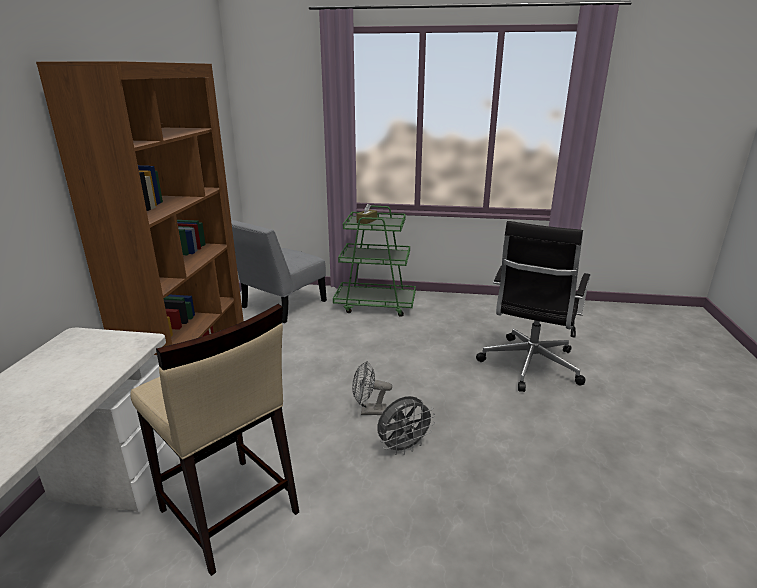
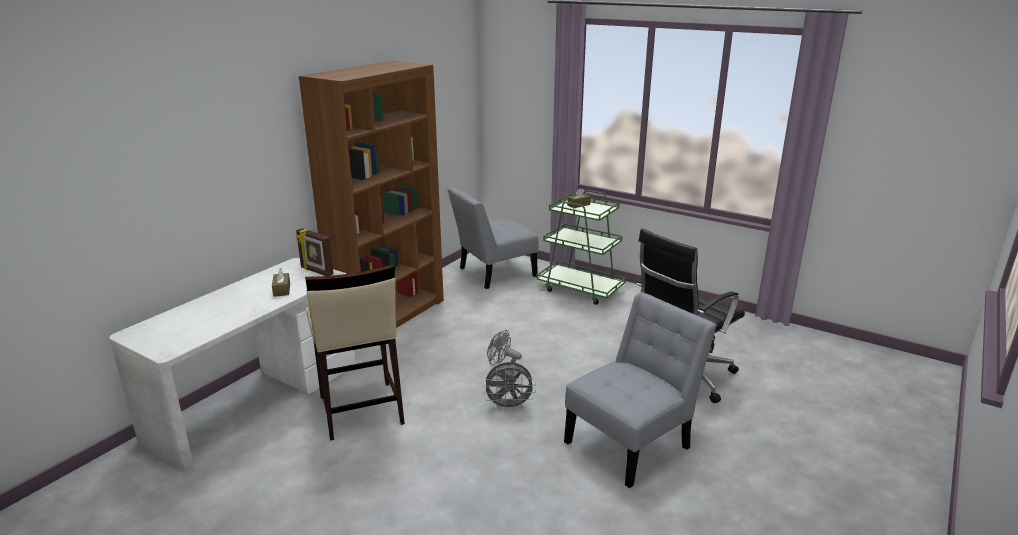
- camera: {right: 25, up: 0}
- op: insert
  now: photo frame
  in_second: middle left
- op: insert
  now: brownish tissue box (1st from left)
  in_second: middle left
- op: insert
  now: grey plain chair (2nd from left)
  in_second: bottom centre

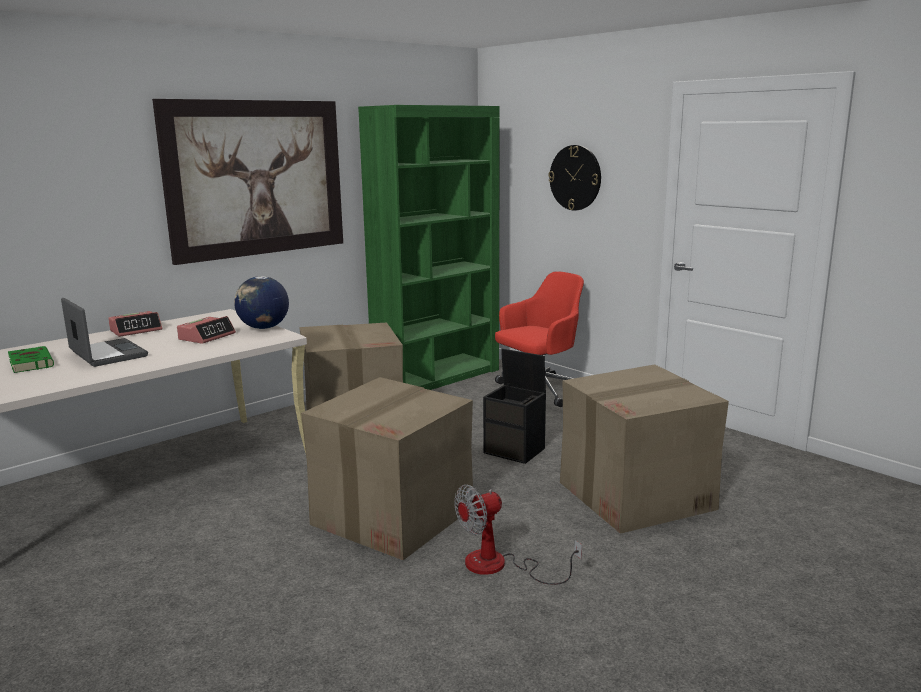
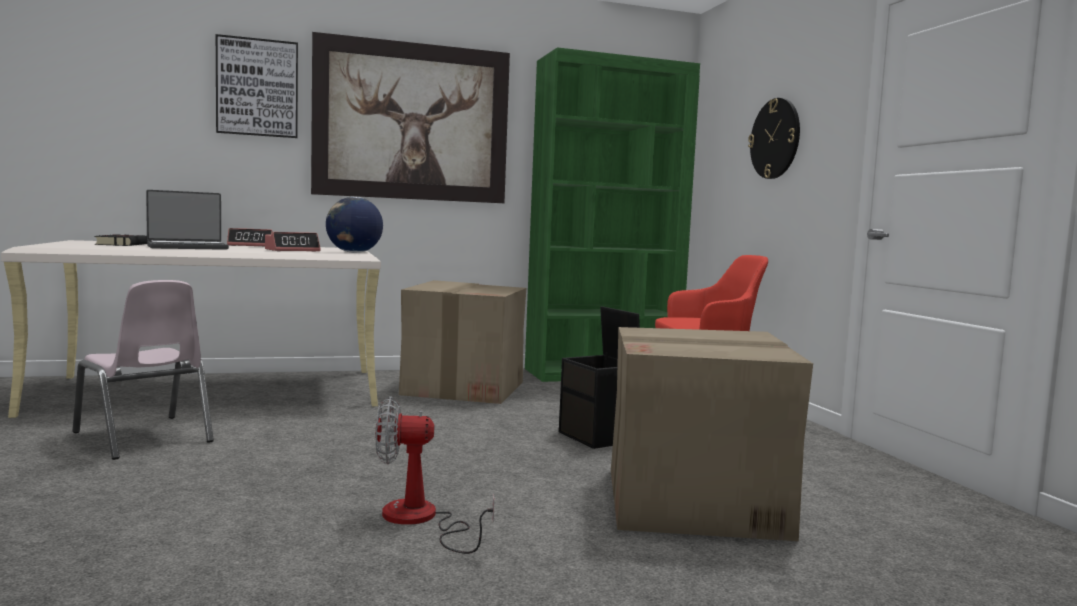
- camera: {right: 25, up: -10}
- op: rotate
  was: laptop
  in_first: middle left
  in_second: middle left
  clockwise: 75
- op: recolor
  was: green volume
  now: black-coloured volume
  in_first: middle left
  in_second: middle left
- op: delete
  was: cardboard box (2nd from left)
  in_first: bottom centre
- op: insert
  now: wall art (1st from left)
  in_second: top left
- op: insert
  now: pinkish plain chair
  in_second: middle left

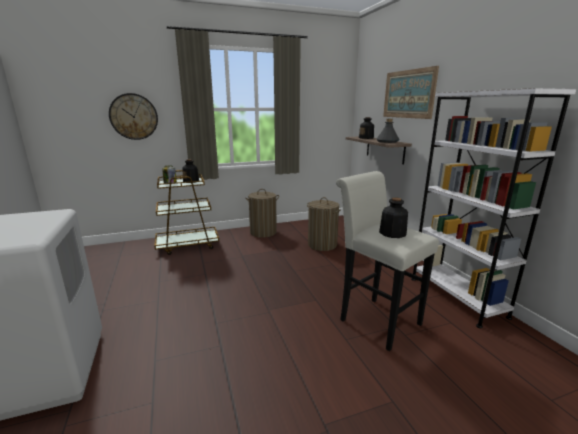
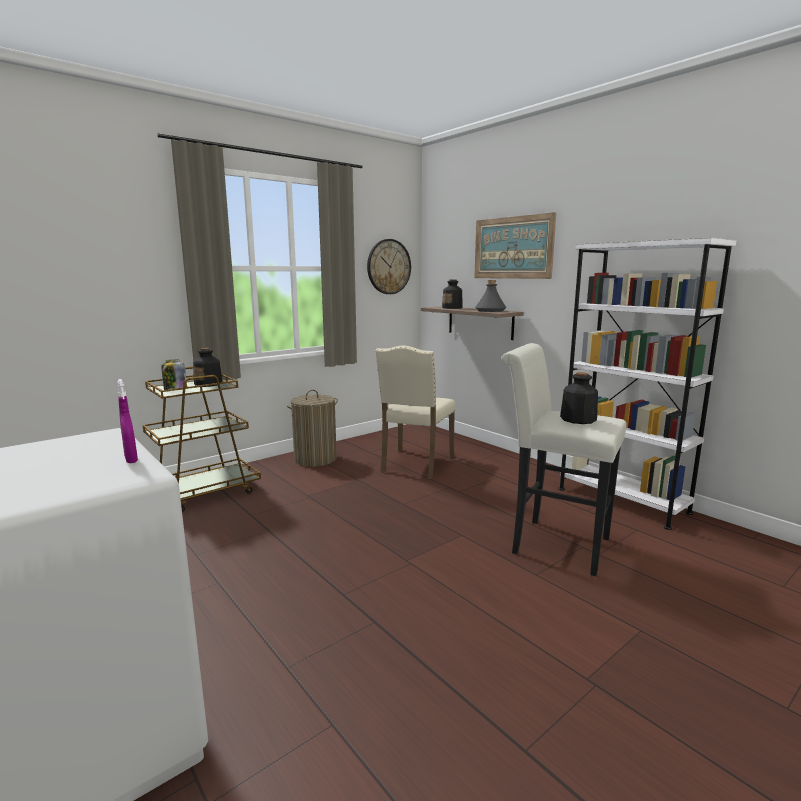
- camera: {right: -20, up: -5}
- op: move
  was: clock on the wall
  in_first: top left
  in_second: top centre
- op: replace
  was: laundry basket (2nd from left)
  now: beige-coloured plain chair
  in_first: centre
  in_second: centre
- op: insert
  now: purplish hand sprayer
  in_second: middle left

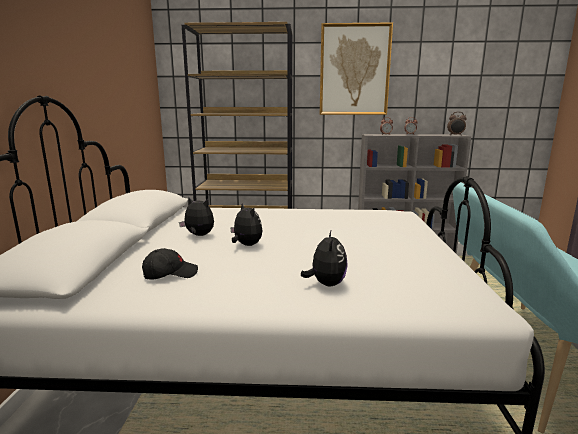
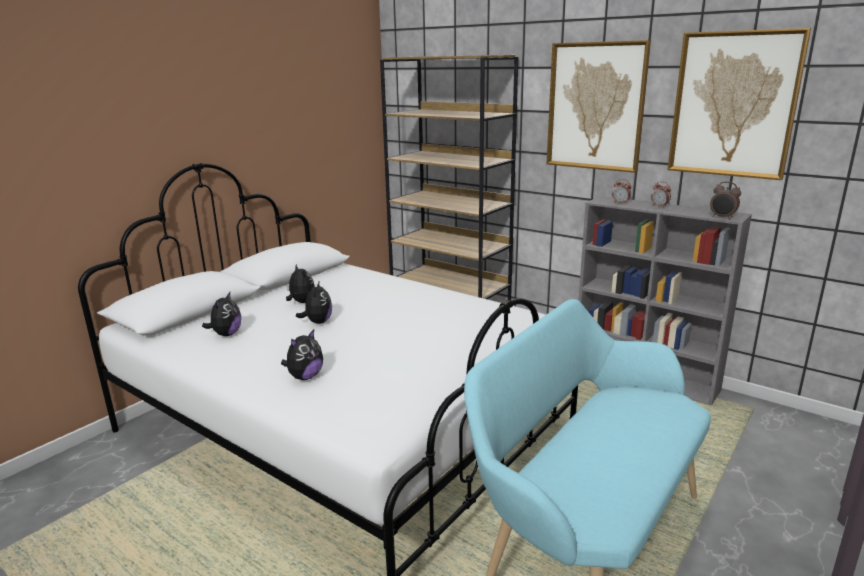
- camera: {right: 35, up: 5}
- op: replace
  was: black-coloured baseball cap
  now: plush toy (1st from left)
  in_first: middle left
  in_second: middle left
- op: insert
  now: wall art (2nd from left)
  in_second: top right

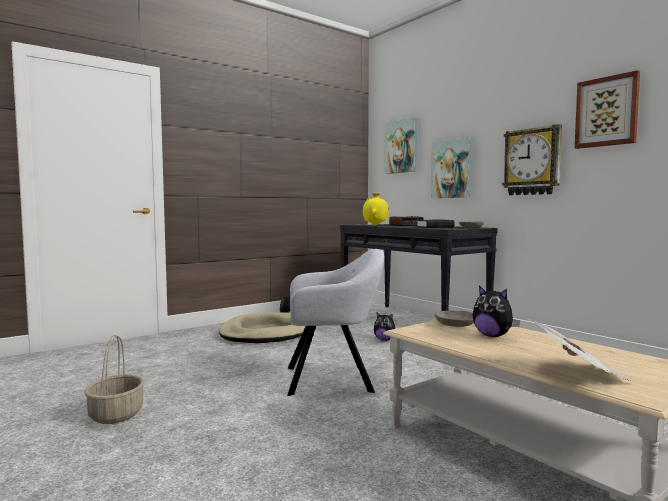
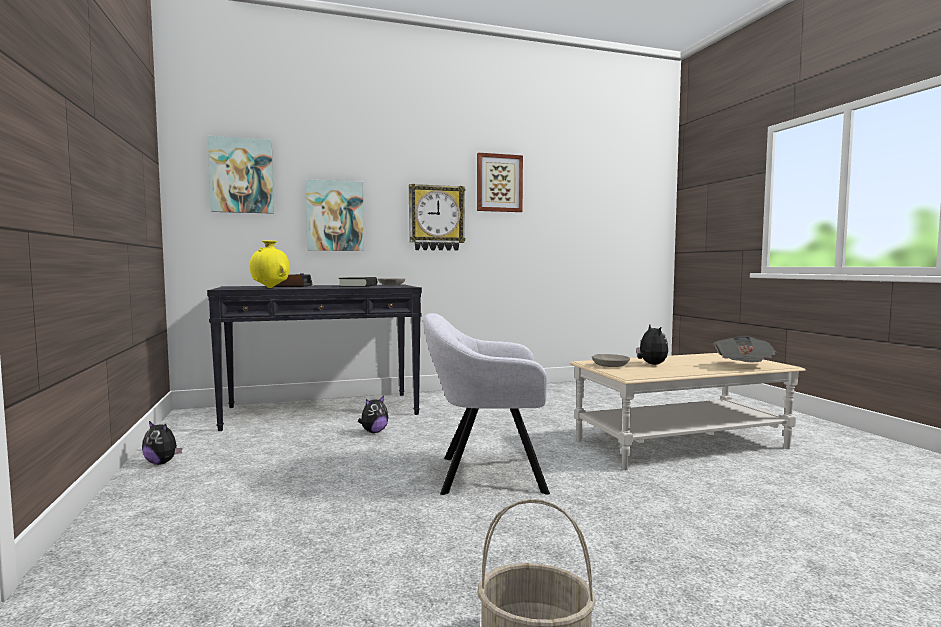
- camera: {right: -70, up: 0}
- op: rotate
  was: grey easy chair
  in_first: centre
  in_second: centre
  clockwise: -105
- op: rotate
  was: plush toy (3rd from left)
  in_first: middle right
  in_second: middle right
  clockwise: -75
- op: delete
  was: beige-coloured dog bed
  in_first: centre

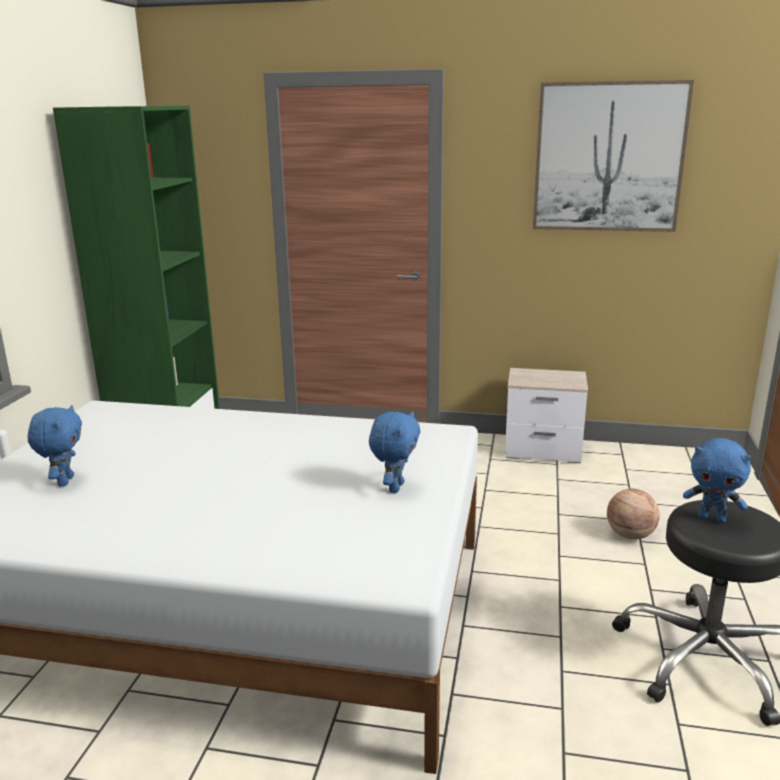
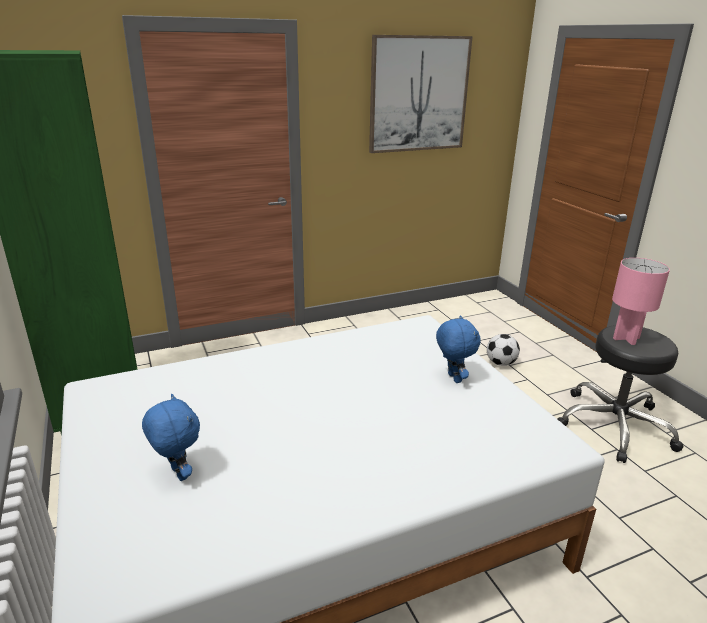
- camera: {right: -35, up: 5}
- op: delete
  was: night table
  in_first: middle right
- op: replace
  was: blue-coloured plush toy (3rd from left)
  now: pinkish lamp for a table
  in_first: middle right
  in_second: middle right
- op: replace
  was: basketball ball
  now: football ball
  in_first: middle right
  in_second: middle right

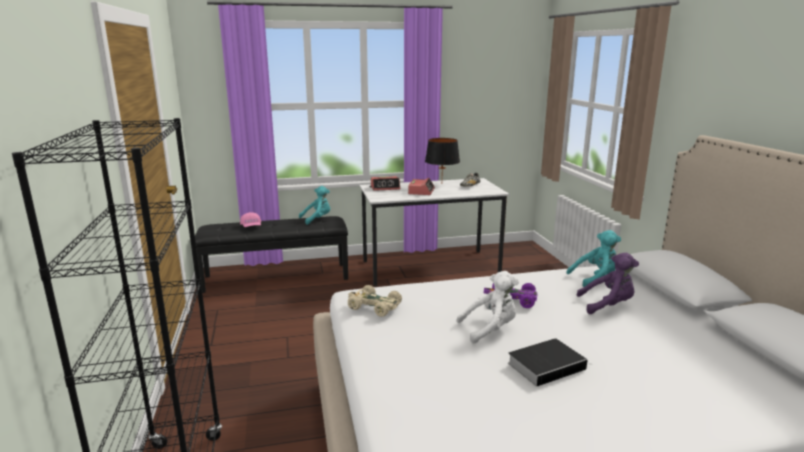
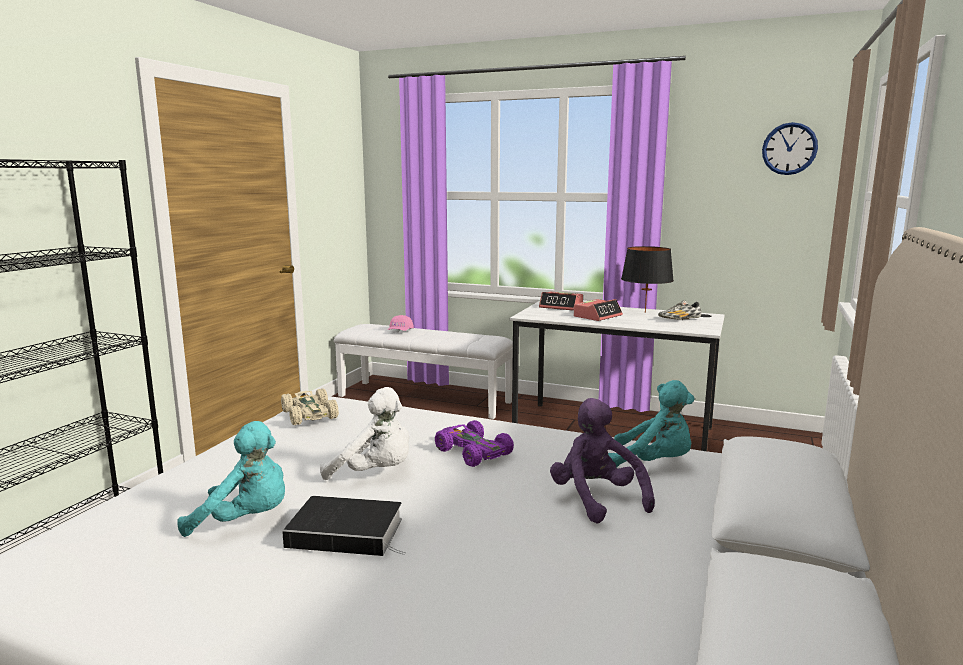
- camera: {right: 35, up: -5}
- op: move
  was: blue-green plush toy (1st from left)
  in_first: centre
  in_second: bottom left
- op: recolor
  was: black-coloured indoor bench
  now: white-coloured indoor bench
  in_first: centre
  in_second: centre
- op: rotate
  was: purplish plush toy
  in_first: middle right
  in_second: bottom centre
  clockwise: -150
- op: insert
  now: clock on the wall
  in_second: top right

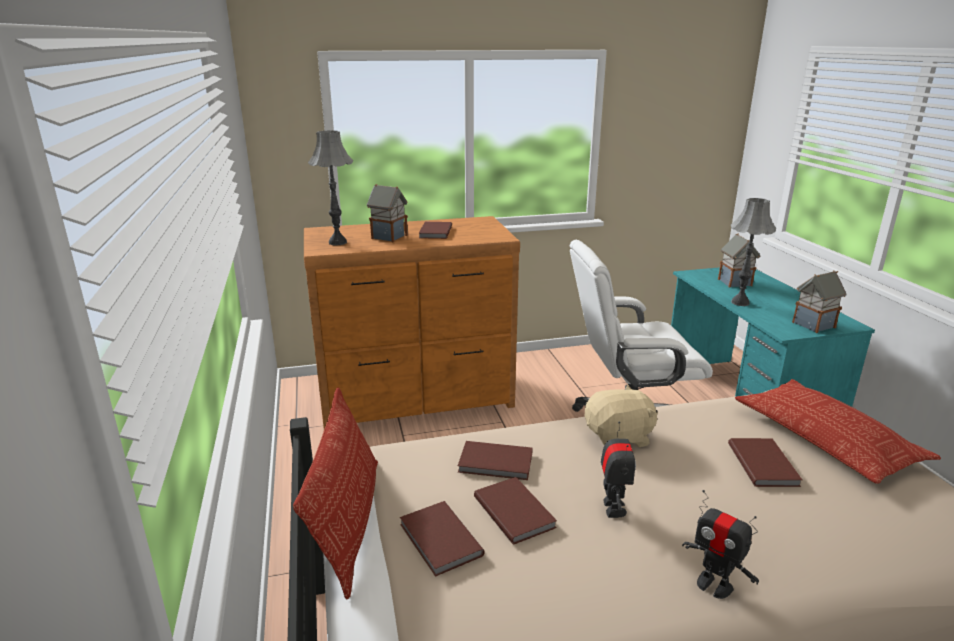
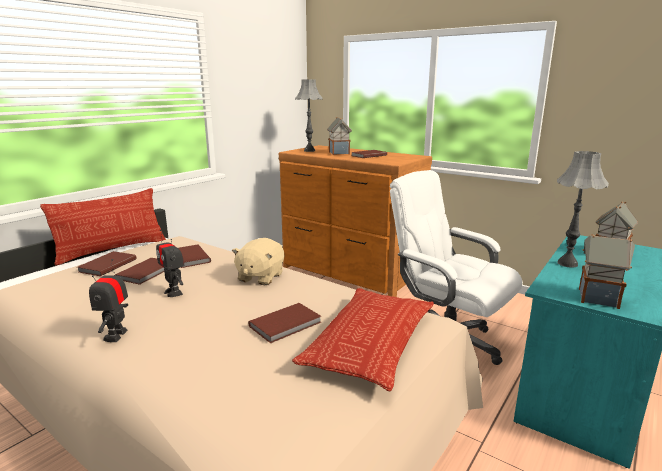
- camera: {right: 50, up: -5}
- op: rotate
  was: beige-coloured plush toy
  in_first: centre
  in_second: centre
  clockwise: 75
- op: rotate
  was: toy robot (1st from left in the first image)
  in_first: bottom centre
  in_second: middle left
  clockwise: 90

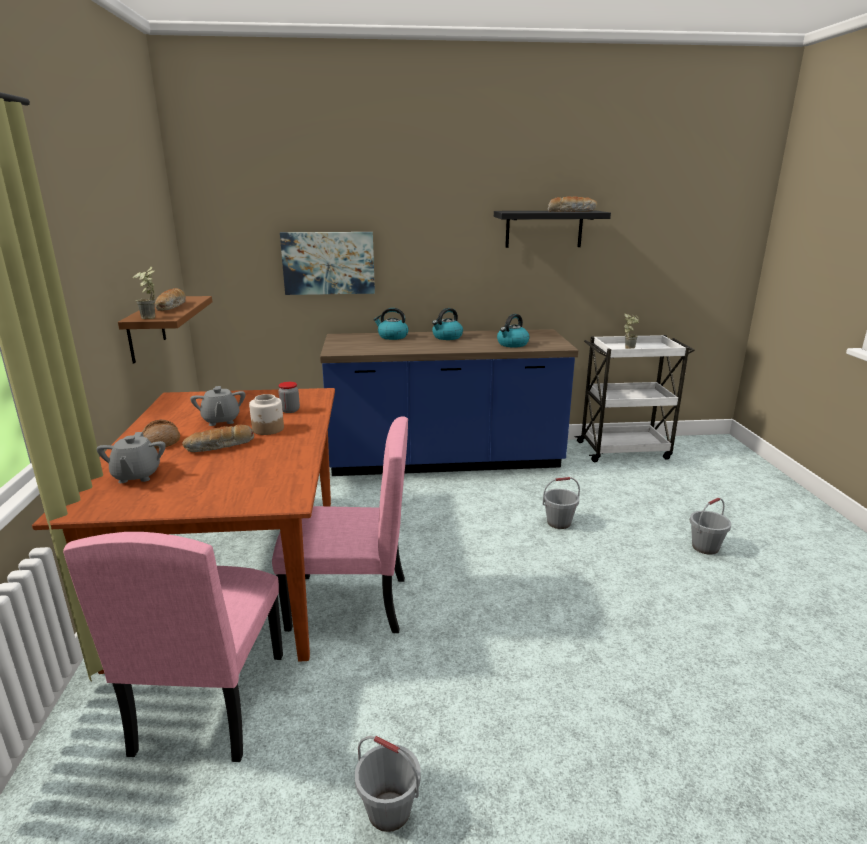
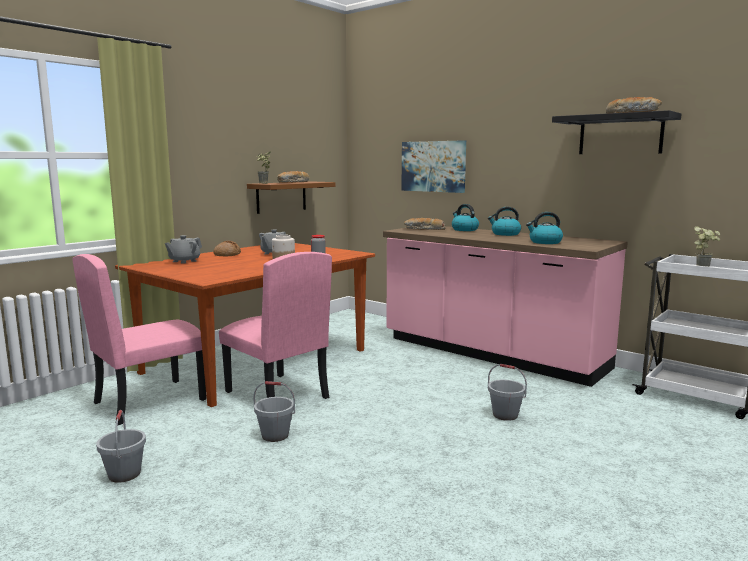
- camera: {right: 45, up: -10}
- op: recolor
  was: blue-coloured kitchen counter
  now: pinkish kitchen counter
  in_first: centre
  in_second: middle right
- op: move
  was: baked bread (3rd from left)
  in_first: middle left
  in_second: centre
- op: move
  was: grey water bucket (3rd from left in the first image)
  now: grey water bucket (2nd from left)
  in_first: middle right
  in_second: bottom centre

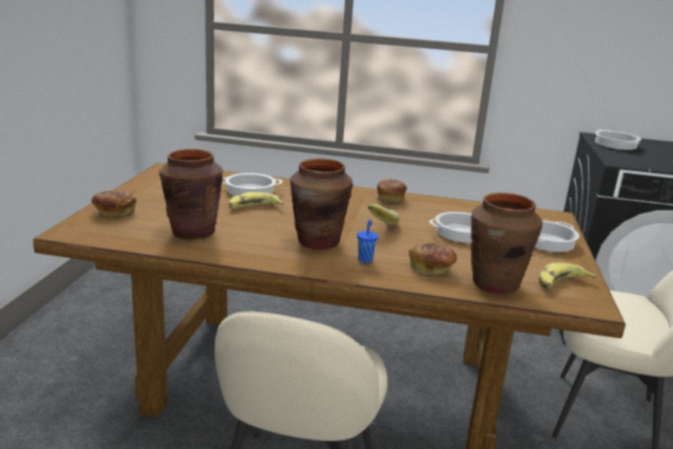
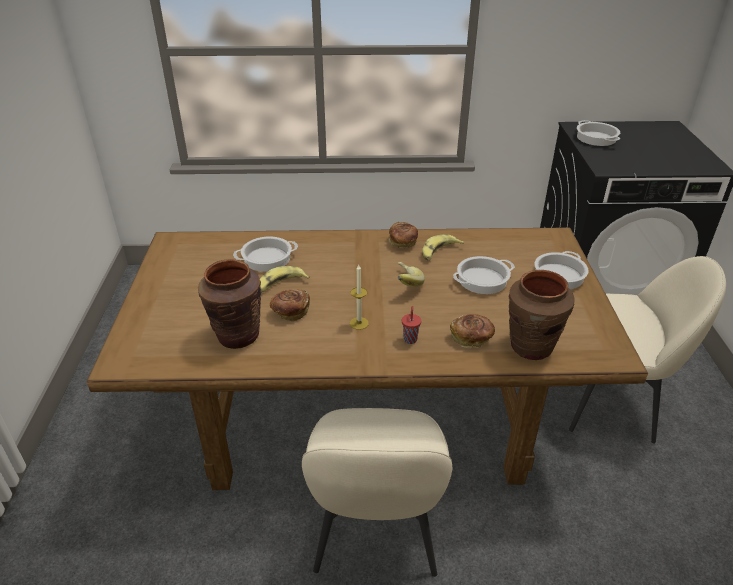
- camera: {right: -10, up: 15}
- op: replace
  was: brownish decorative vase (2nd from left)
  now: wax light
  in_first: centre
  in_second: centre
- op: move
  was: baked bread (1st from left)
  in_first: middle left
  in_second: centre
- op: recolor
  was: blue-coloured cup
  now: red-coloured cup
  in_first: centre
  in_second: centre
- op: move
  was: banana fruit (3rd from left)
  in_first: middle right
  in_second: centre

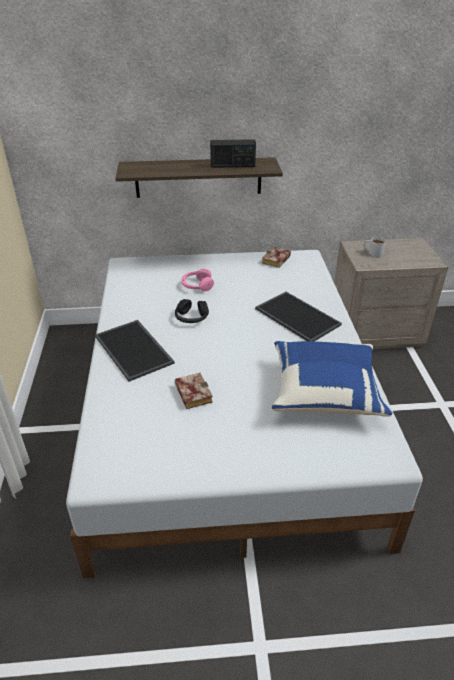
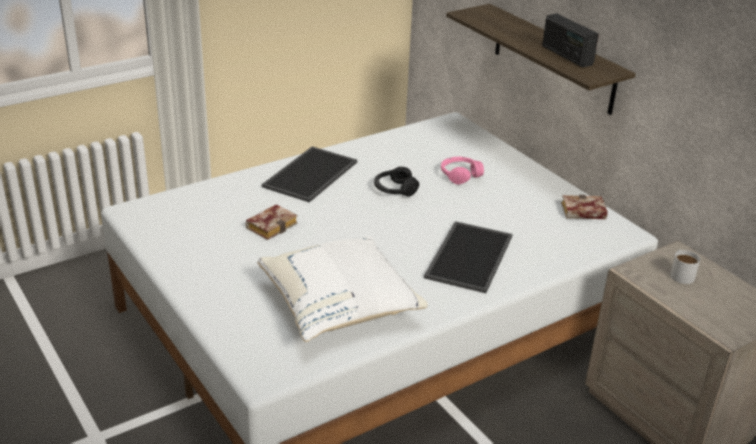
- camera: {right: 60, up: -5}
- op: recolor
  was: blue-coloured pillow
  now: white-coloured pillow
  in_first: middle right
  in_second: centre

